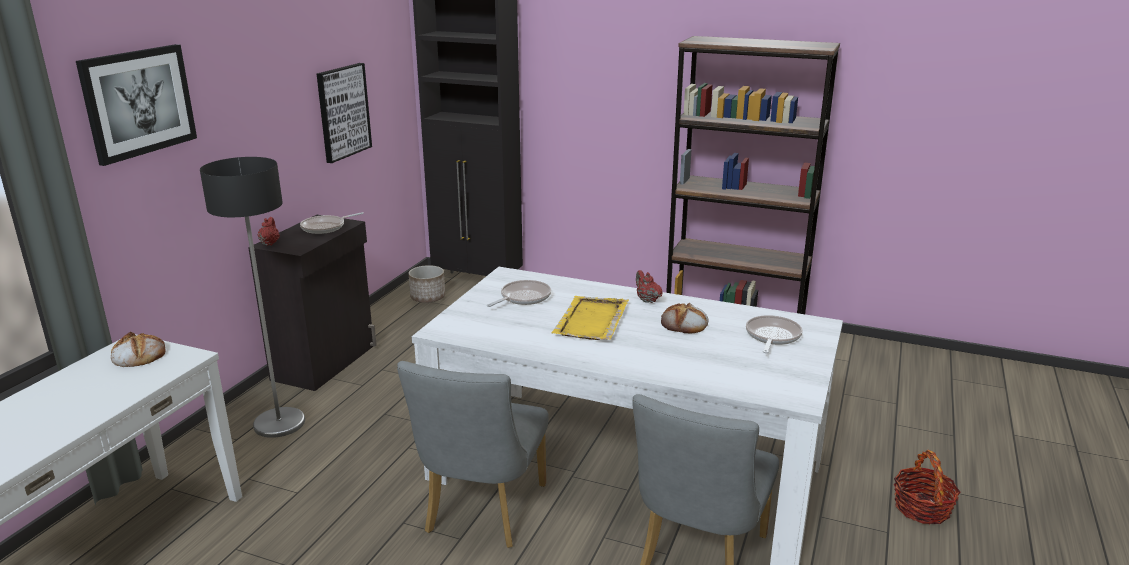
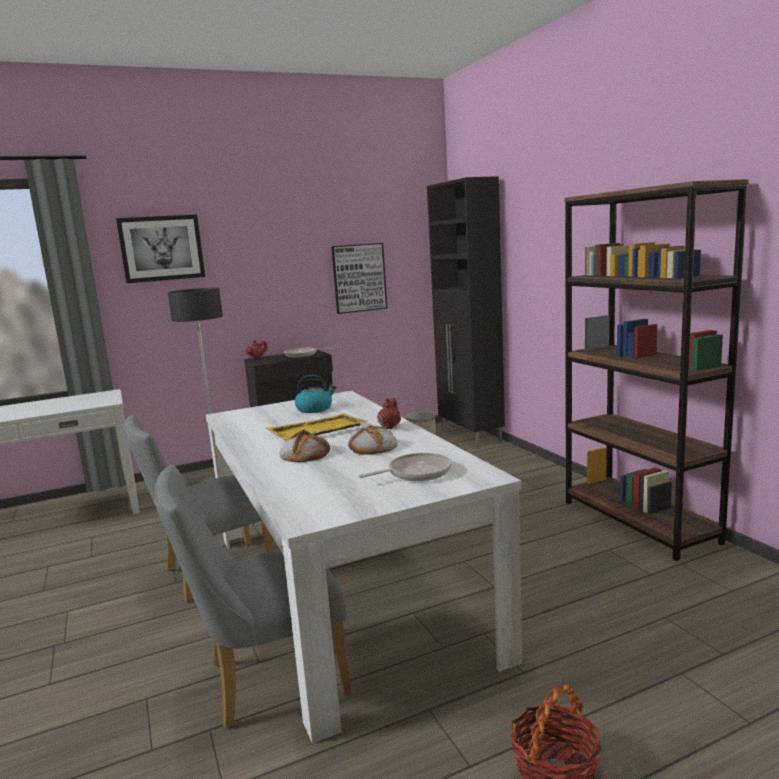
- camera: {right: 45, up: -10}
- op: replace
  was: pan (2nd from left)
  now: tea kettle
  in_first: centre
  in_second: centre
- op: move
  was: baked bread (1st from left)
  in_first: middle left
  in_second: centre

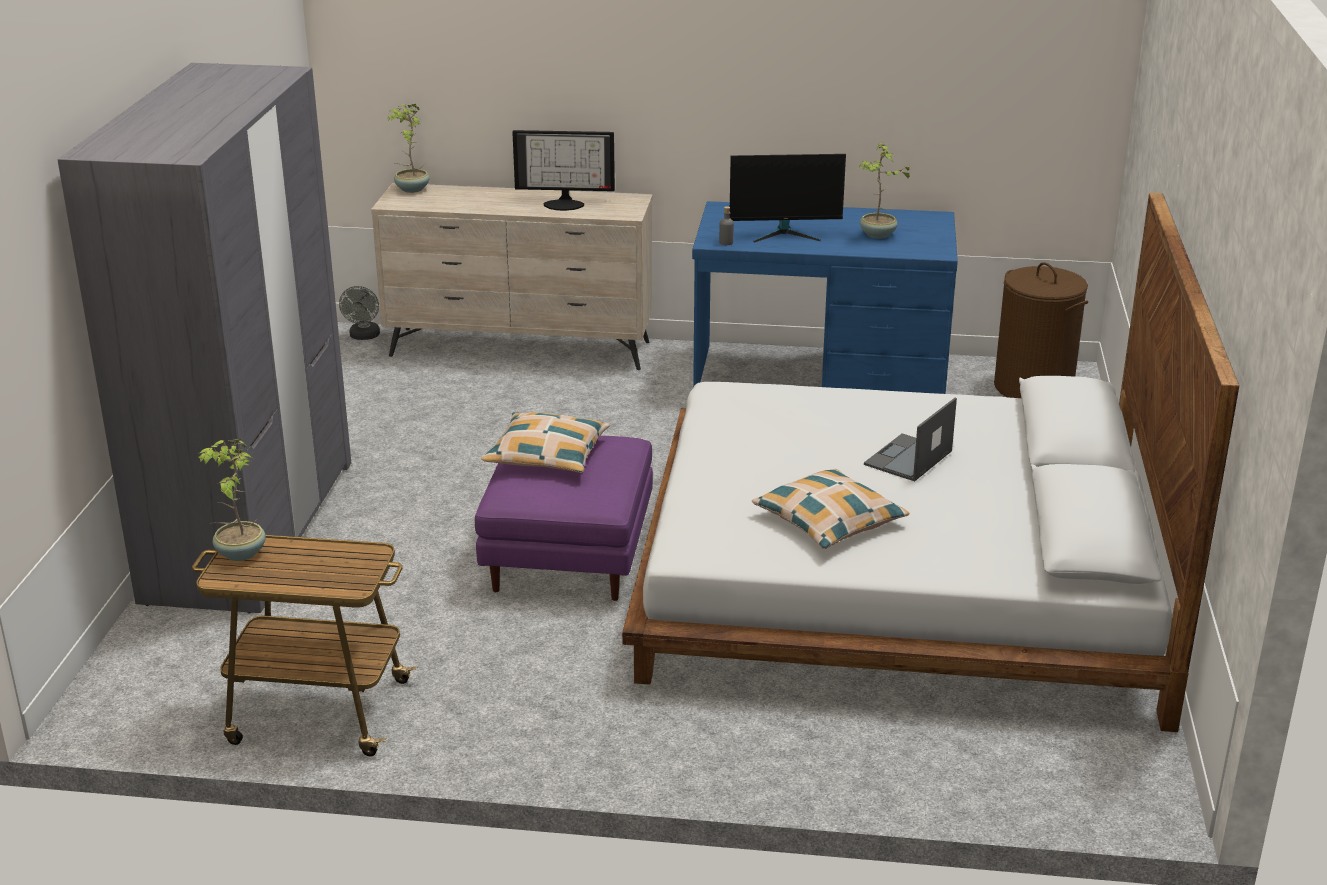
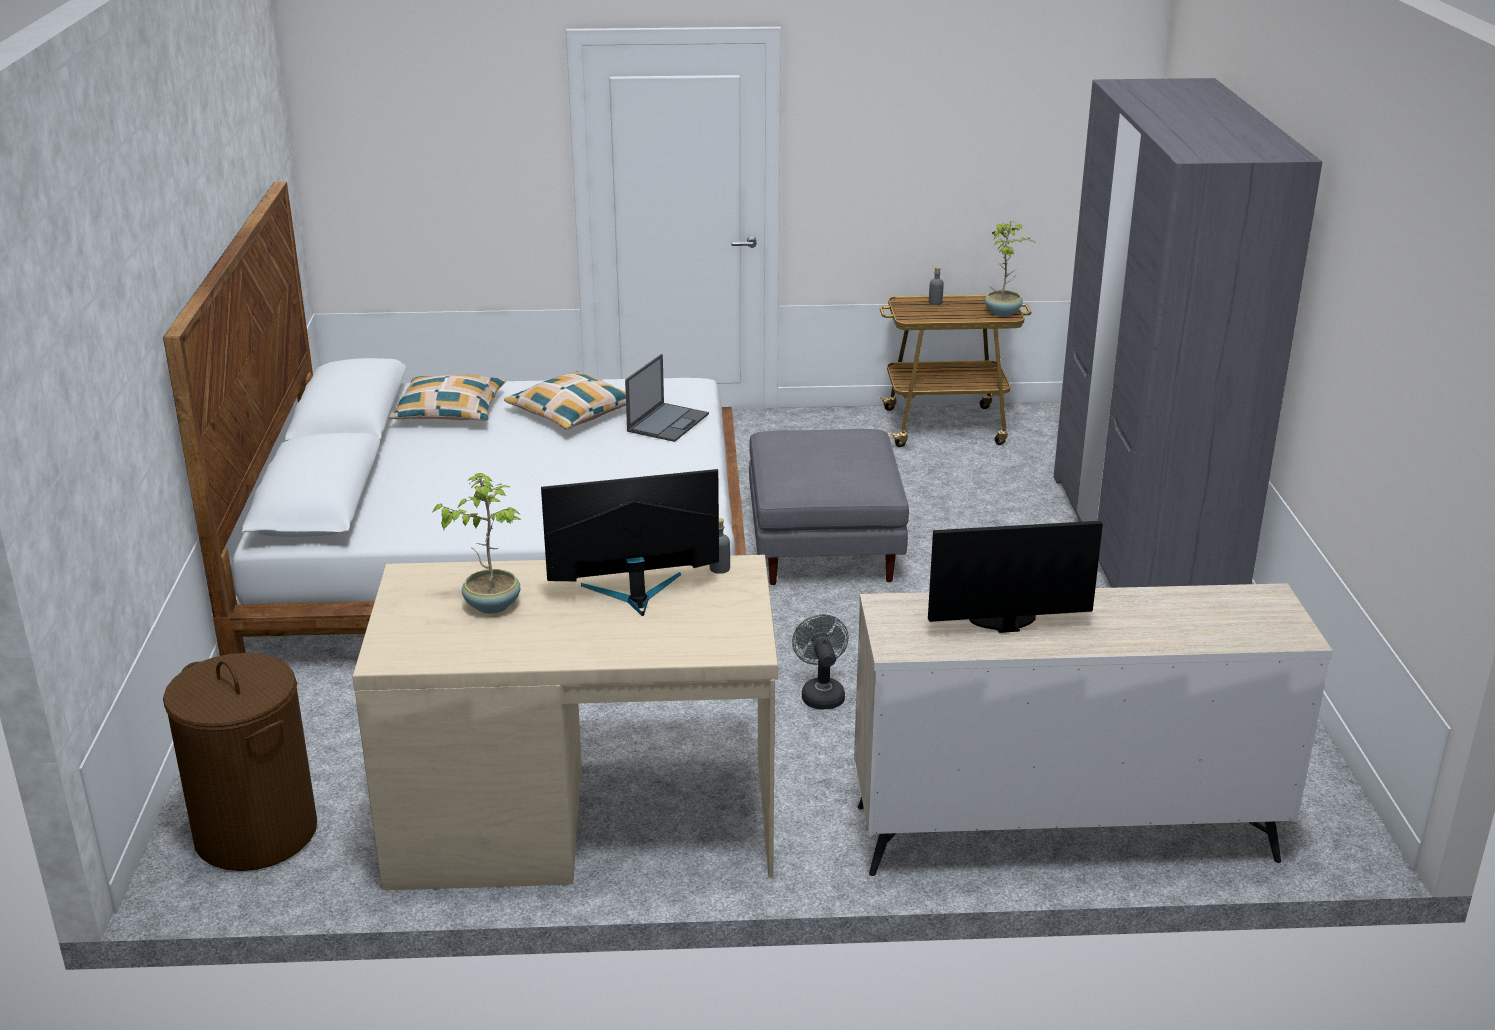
- camera: {right: 170, up: 0}
- op: delete
  was: plant in a pot (2nd from left)
  in_first: top left
- op: recolor
  was: blue-coloured desk table
  now: beige-coloured desk table
  in_first: centre
  in_second: bottom centre
- op: move
  was: grey fan
  in_first: middle left
  in_second: centre
- op: move
  was: laptop
  in_first: middle right
  in_second: centre
- op: move
  was: pillow (1st from left)
  in_first: centre
  in_second: middle left
- op: recolor
  was: purplish pouffe
  now: grey pouffe
  in_first: centre
  in_second: centre
- op: insert
  now: grey drink bottle (2nd from left)
  in_second: top centre

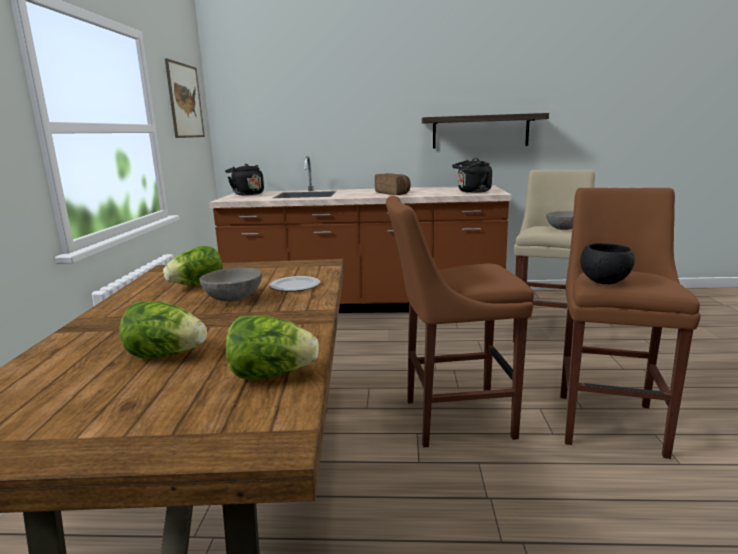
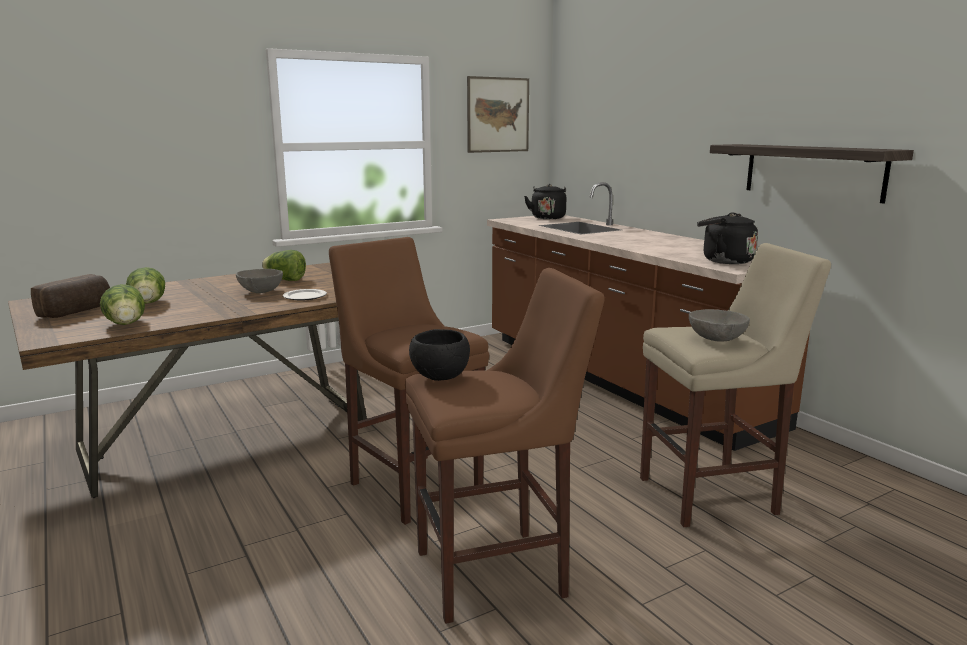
- camera: {right: 55, up: 0}
- op: move
  was: baked bread
  in_first: top centre
  in_second: middle left

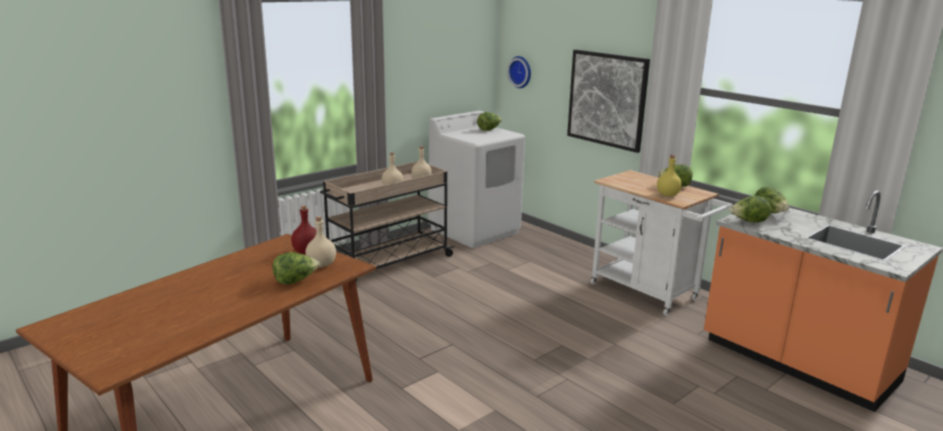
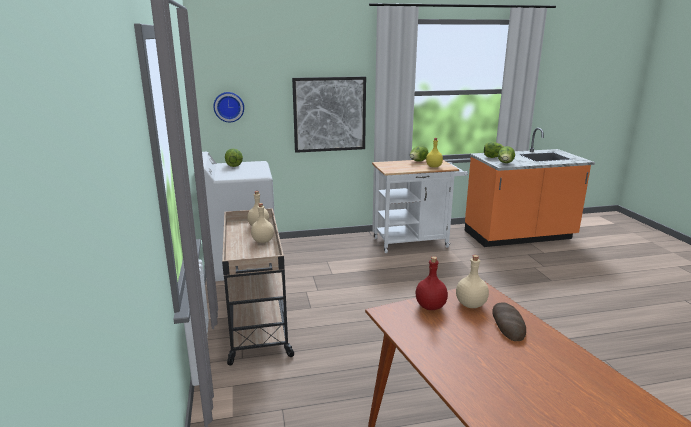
- camera: {right: -60, up: 0}
- op: replace
  was: lettuce head (1st from left)
  now: baked bread
  in_first: middle left
  in_second: bottom right

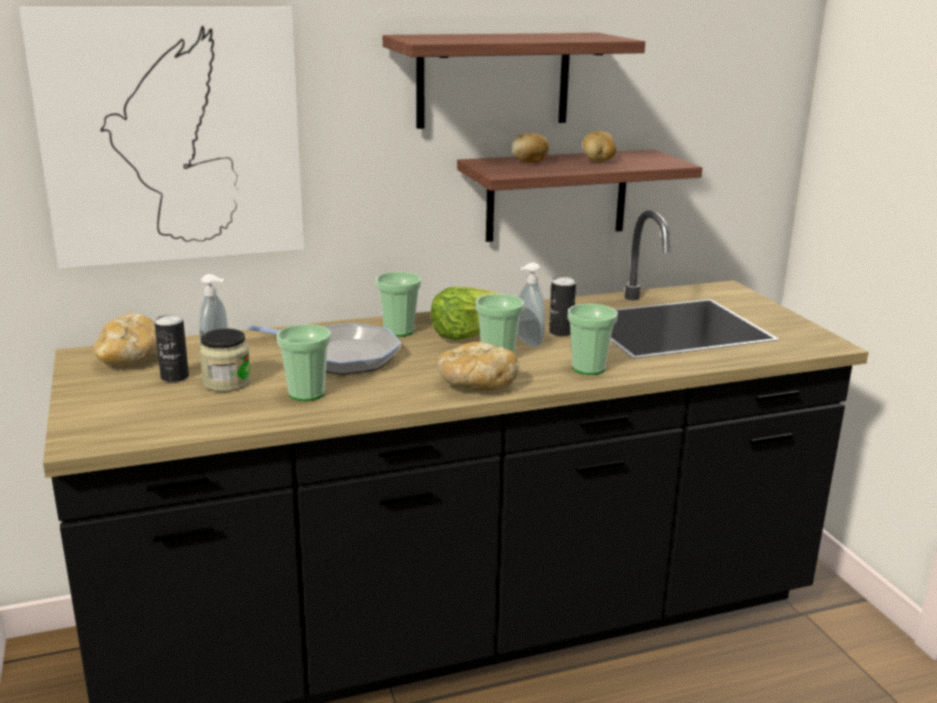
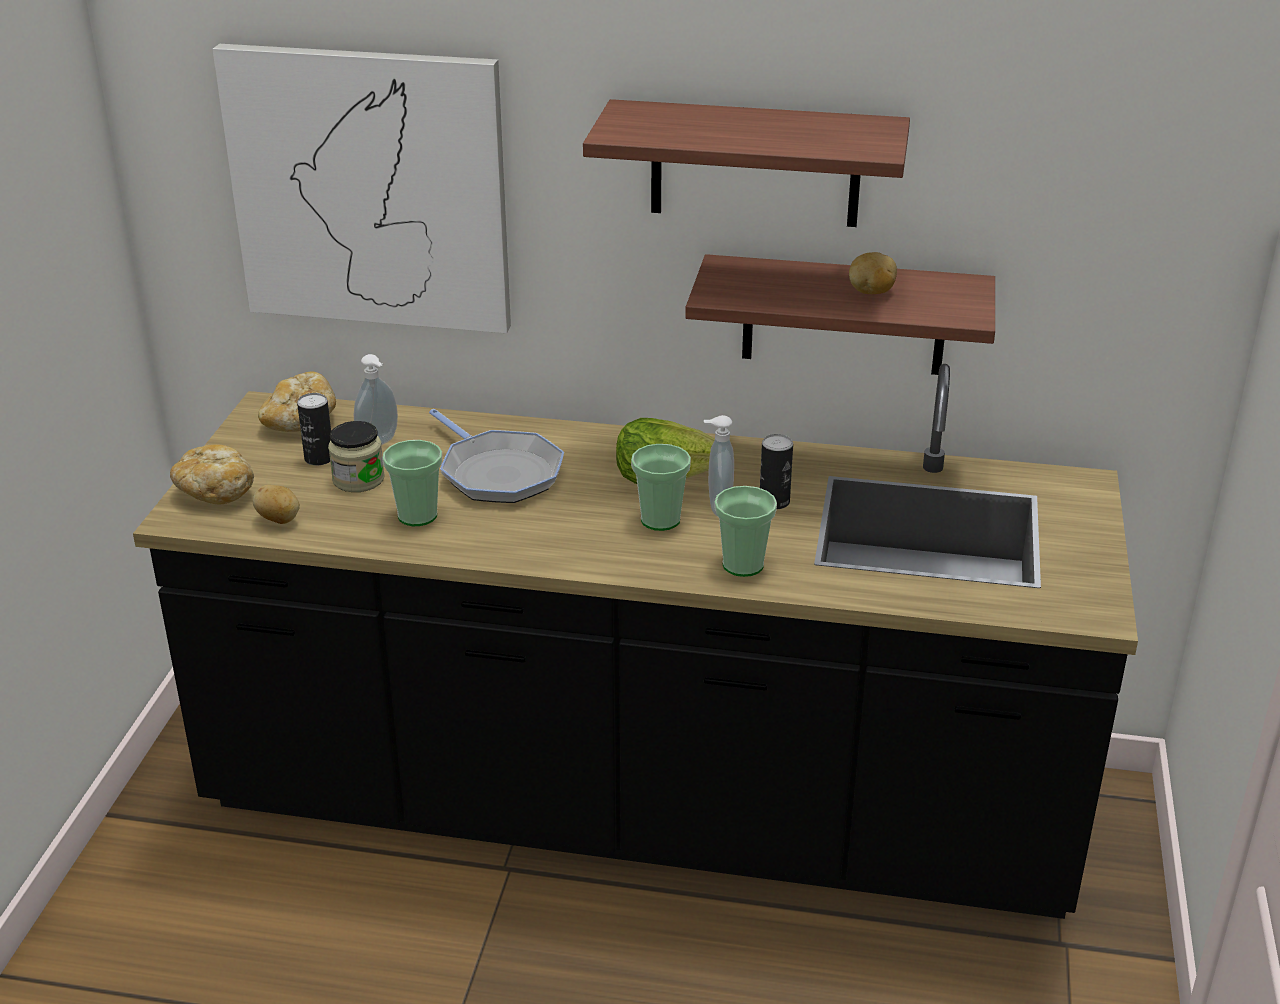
- camera: {right: 30, up: 10}
- op: move
  was: potato (1st from left)
  in_first: top centre
  in_second: middle left
- op: delete
  was: cup (2nd from left)
  in_first: centre
- op: move
  was: baked bread (2nd from left in the first image)
  now: baked bread (1st from left)
  in_first: centre
  in_second: middle left

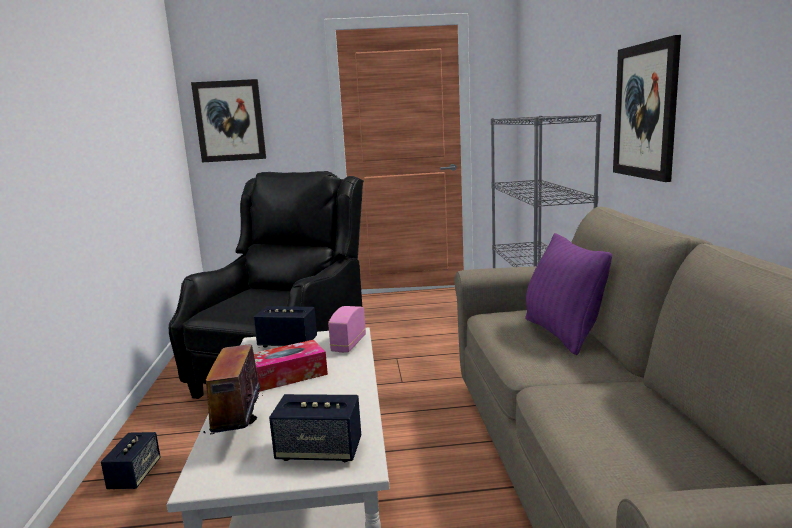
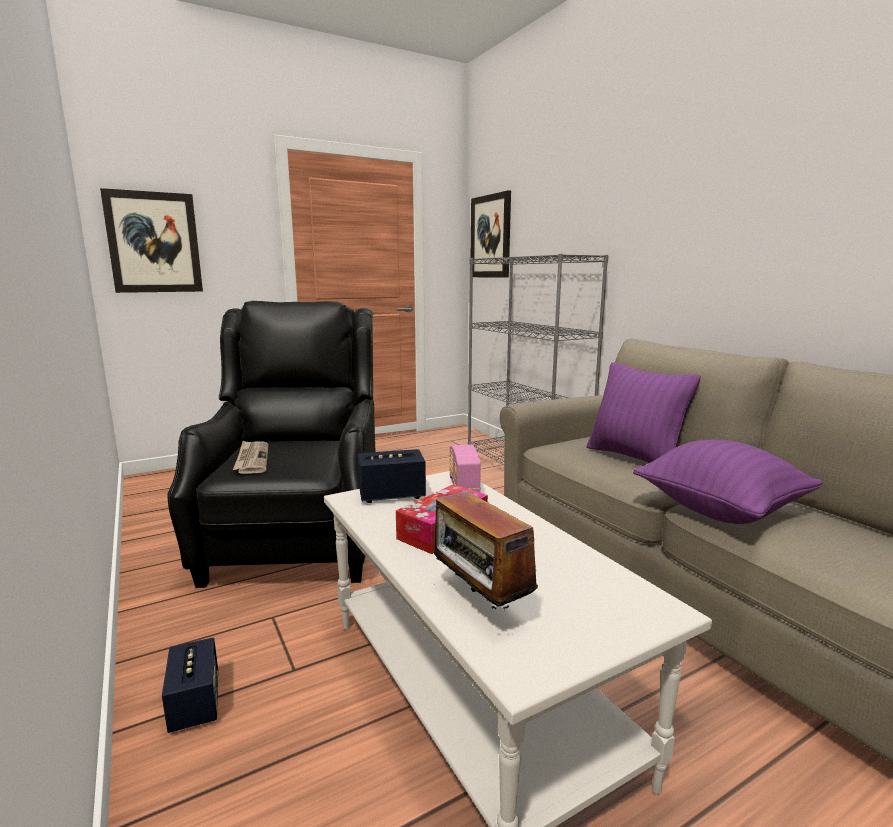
- camera: {right: -25, up: 0}
- op: move
  was: wall art (2nd from left)
  in_first: top right
  in_second: top centre
- op: delete
  was: speaker (3rd from left)
  in_first: bottom centre
- op: insert
  now: purplish pillow (2nd from left)
  in_second: middle right
- op: insert
  now: printed paper
  in_second: middle left

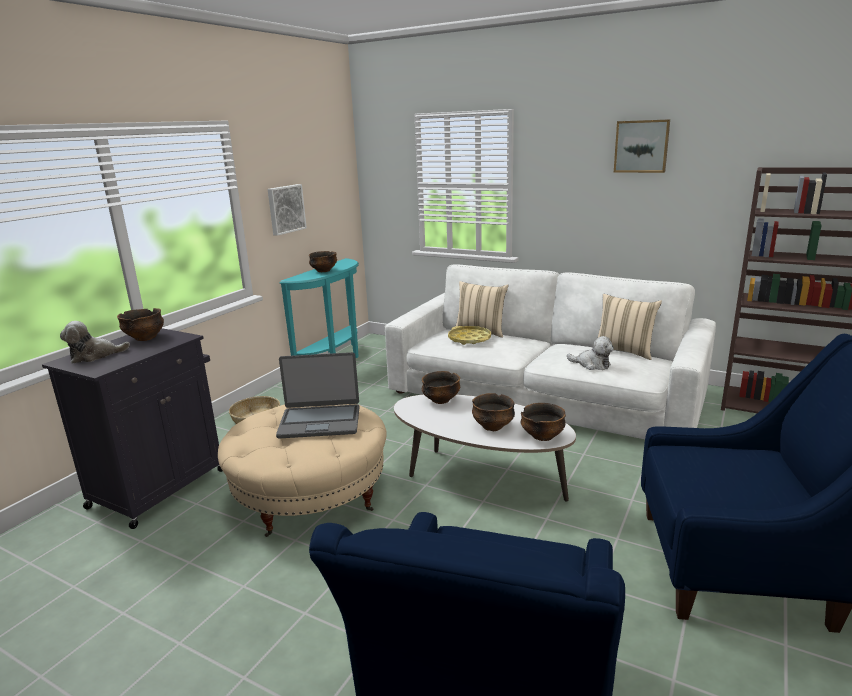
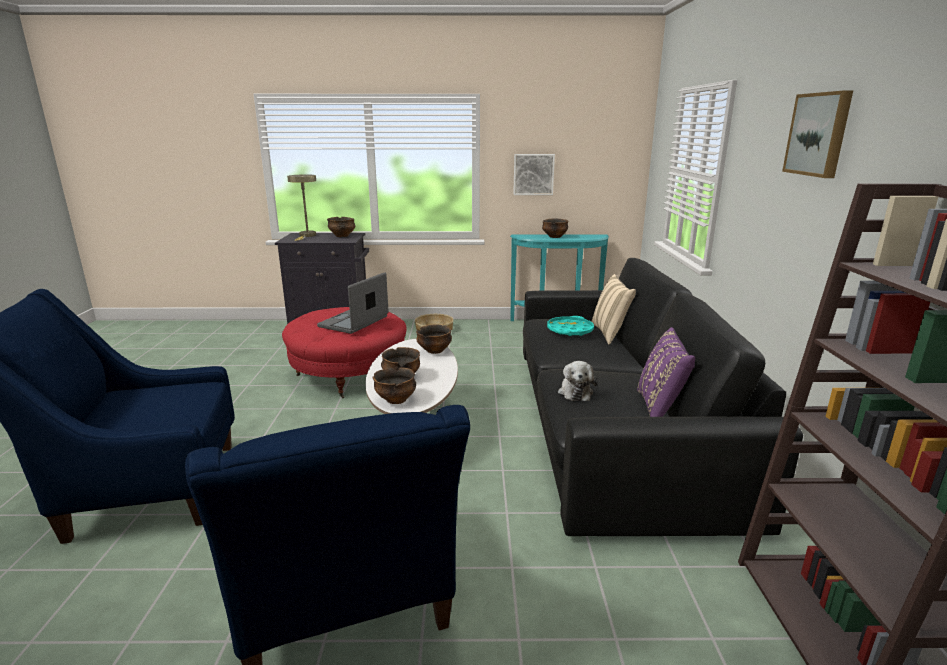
- camera: {right: 60, up: 0}
- op: recolor
  was: white-coloured couch
  now: black-coloured couch
  in_first: centre
  in_second: middle right
- op: recolor
  was: beige-coloured pillow (2nd from left)
  now: purplish pillow
  in_first: middle right
  in_second: middle right
- op: replace
  was: plush toy (1st from left)
  now: beige-coloured lamp for a table
  in_first: middle left
  in_second: top left
- op: recolor
  was: yellow-coloured serving tray
  now: blue-green serving tray
  in_first: centre
  in_second: centre
- op: rotate
  was: laptop
  in_first: centre
  in_second: centre
  clockwise: 60
- op: recolor
  was: beige-coloured pouffe
  now: red-coloured pouffe
  in_first: bottom centre
  in_second: centre

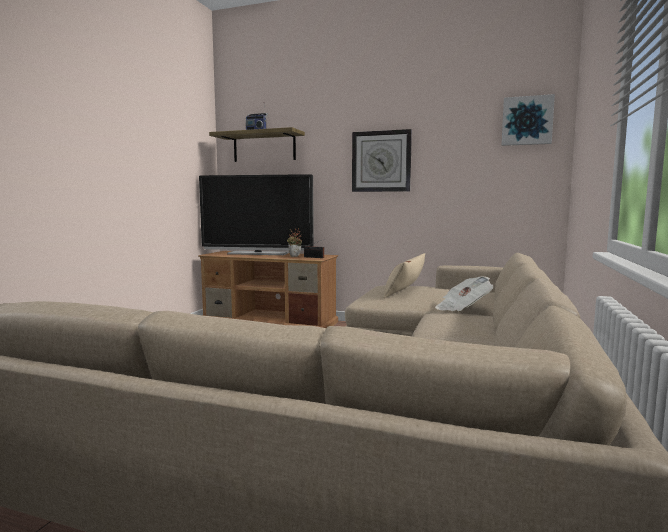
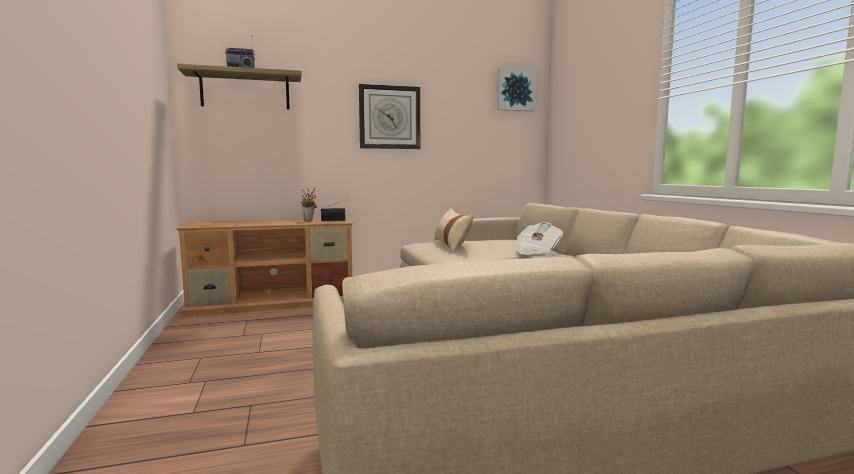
- camera: {right: -35, up: 0}
- op: delete
  was: television
  in_first: centre

